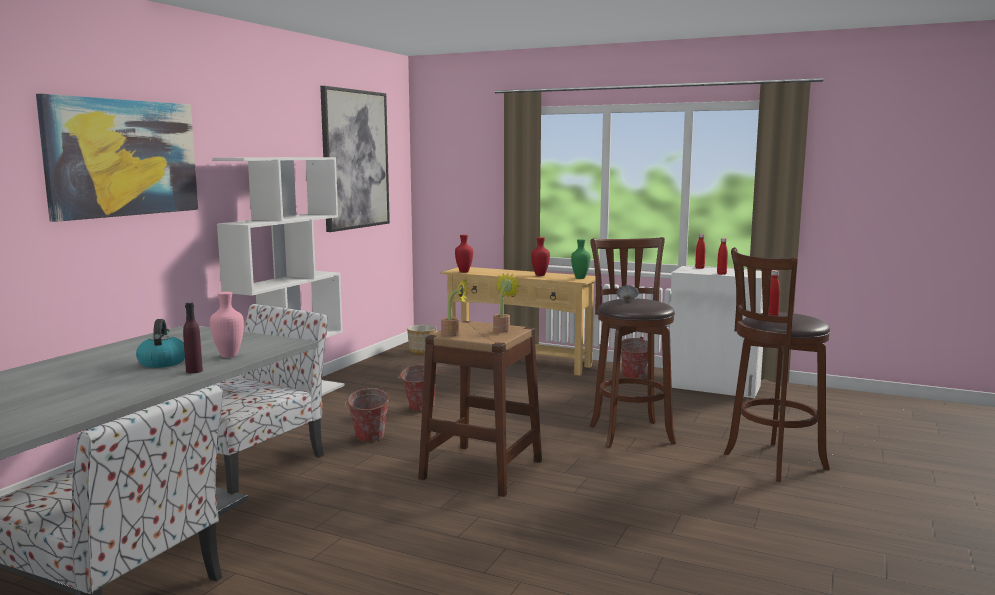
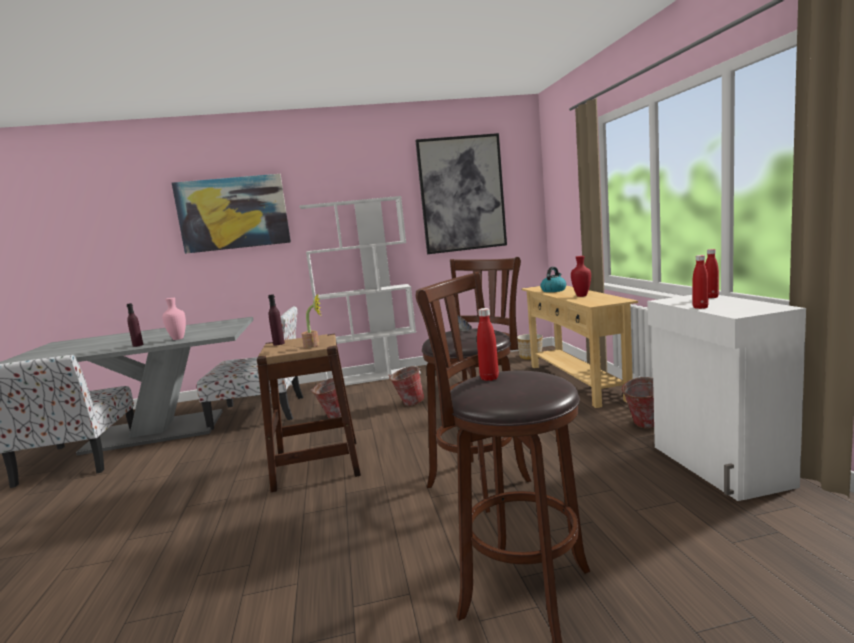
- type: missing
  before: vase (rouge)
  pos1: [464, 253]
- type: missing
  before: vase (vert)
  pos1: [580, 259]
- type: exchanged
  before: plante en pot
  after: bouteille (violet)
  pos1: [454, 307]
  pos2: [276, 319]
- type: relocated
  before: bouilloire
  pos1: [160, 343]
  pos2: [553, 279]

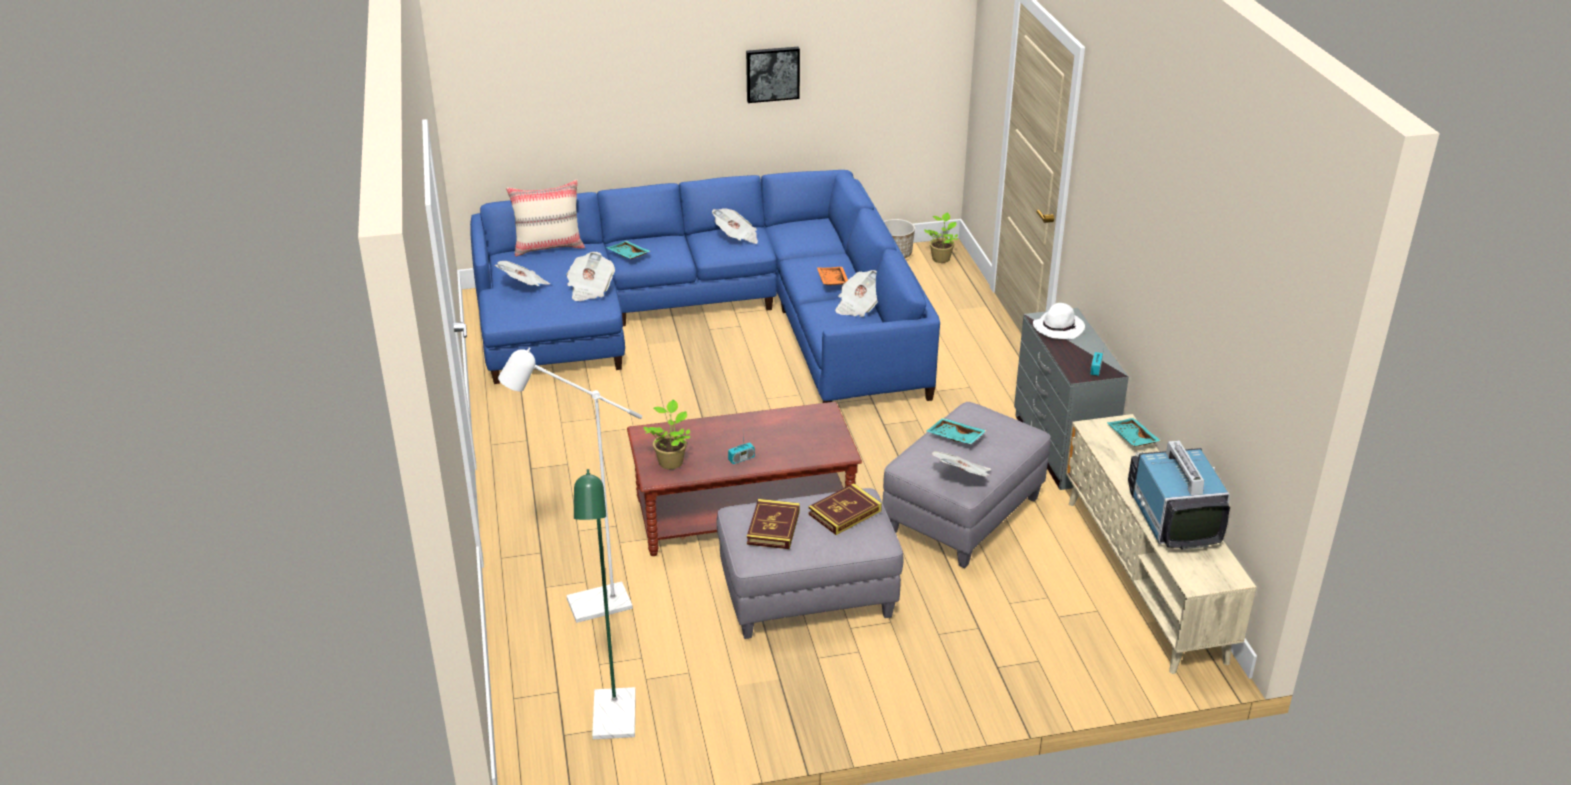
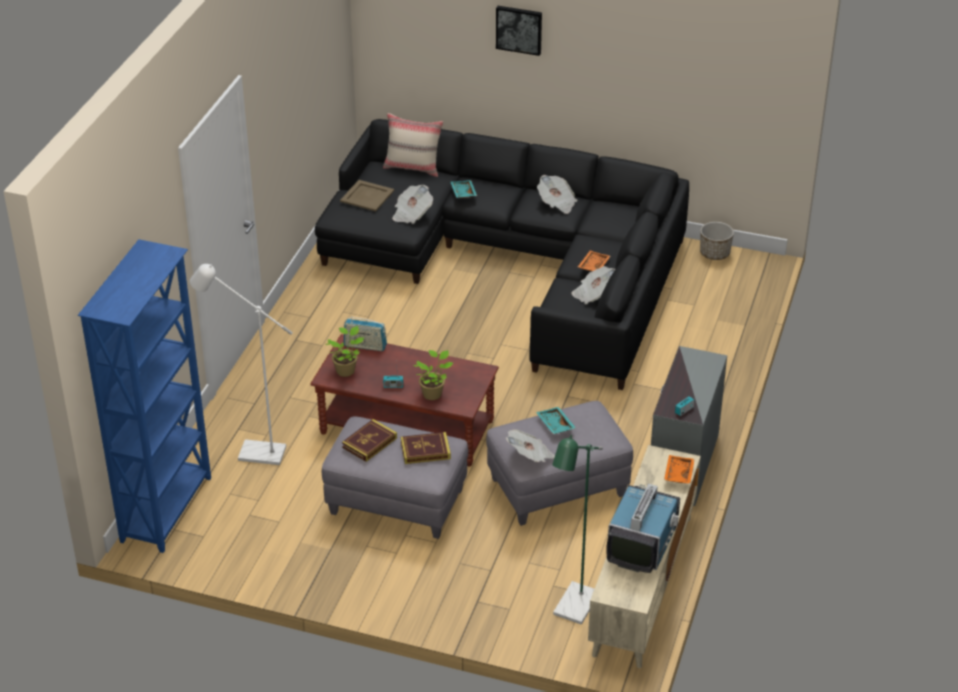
- type: relocated
  before: tableau
  pos1: [773, 75]
  pos2: [519, 31]
- type: colour
  before: canapé (bleu)
  after: canapé (noir)
  pos1: [705, 286]
  pos2: [502, 254]
- type: relocated
  before: plante en pot
  pos1: [941, 237]
  pos2: [433, 375]
- type: exchanged
  before: journal
  after: plateau (beige)
  pos1: [522, 273]
  pos2: [367, 195]
- type: missing
  before: chapeau (blanc)
  pos1: [1059, 321]
- type: colour
  before: plateau (turquoise)
  after: plateau (orange)
  pos1: [1133, 432]
  pos2: [679, 469]
- type: relocated
  before: lampadaire (vert)
  pos1: [605, 604]
  pos2: [577, 530]
- type: appeared
  after: bibliothèque (bleu)
  pos2: [144, 396]
- type: appeared
  after: radio
  pos2: [365, 333]

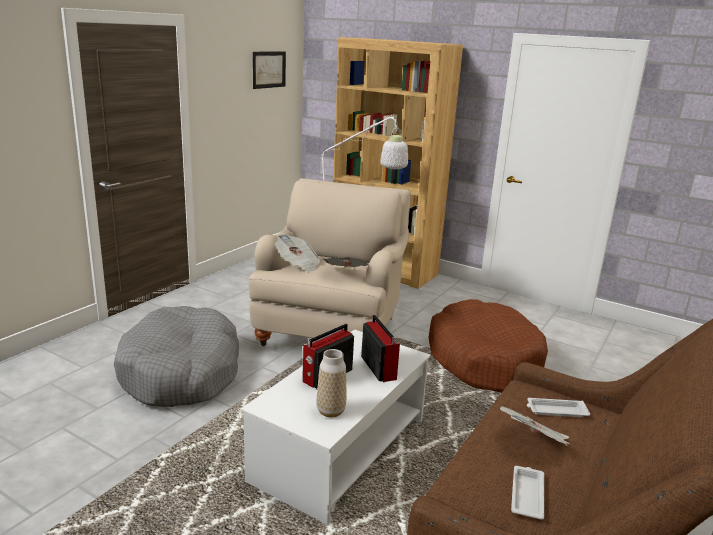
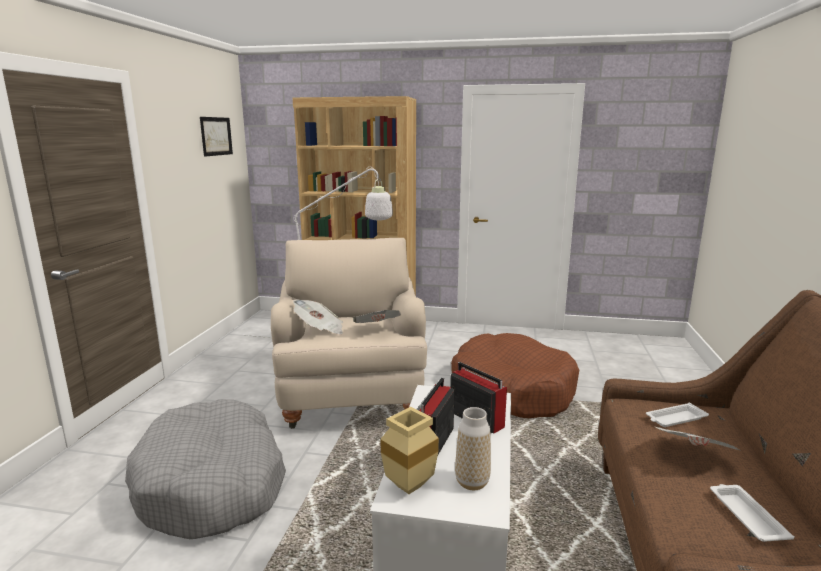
- type: appeared
  after: vase (beige)
  pos2: [409, 450]

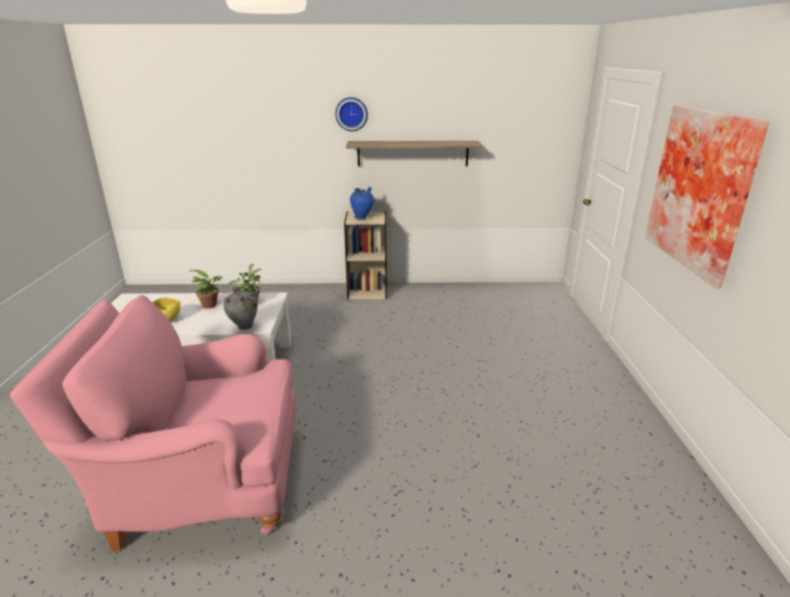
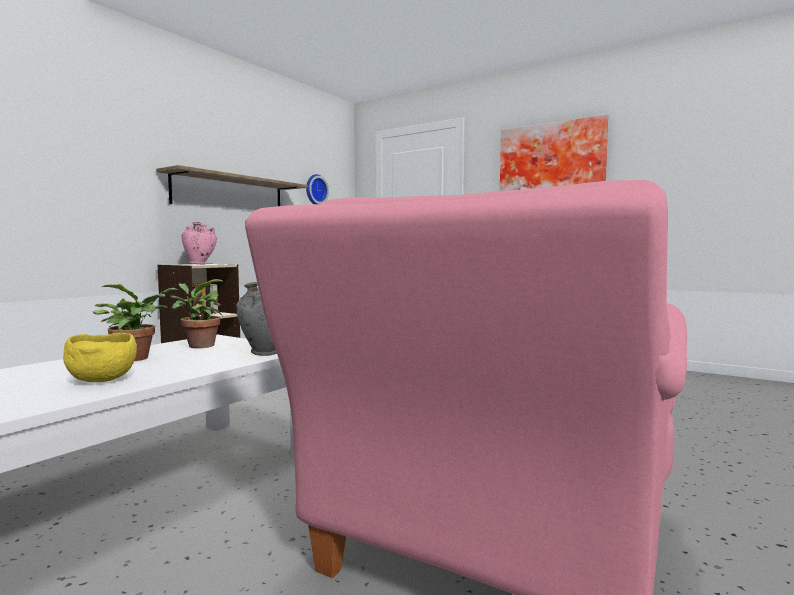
- type: relocated
  before: horloge murale
  pos1: [351, 114]
  pos2: [317, 189]
- type: colour
  before: vase (bleu)
  after: vase (rose)
  pos1: [362, 203]
  pos2: [199, 243]

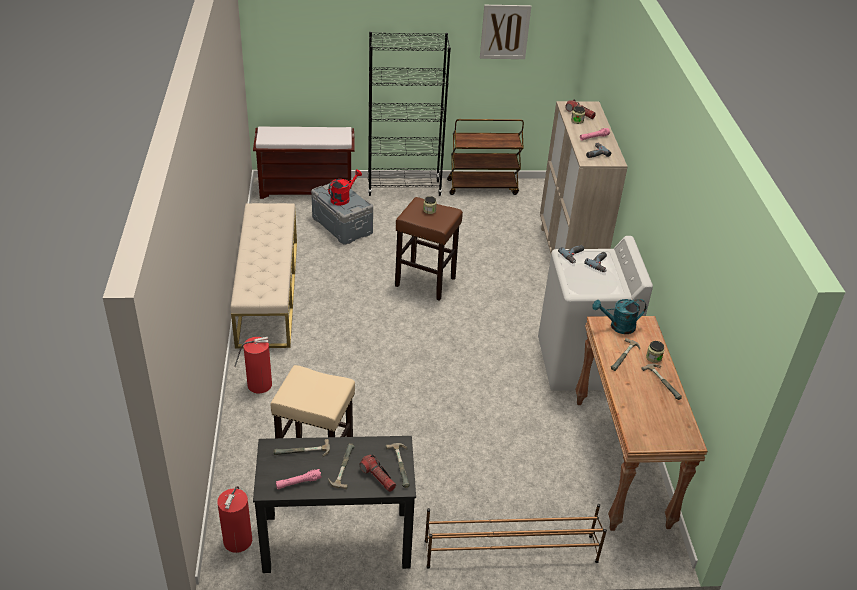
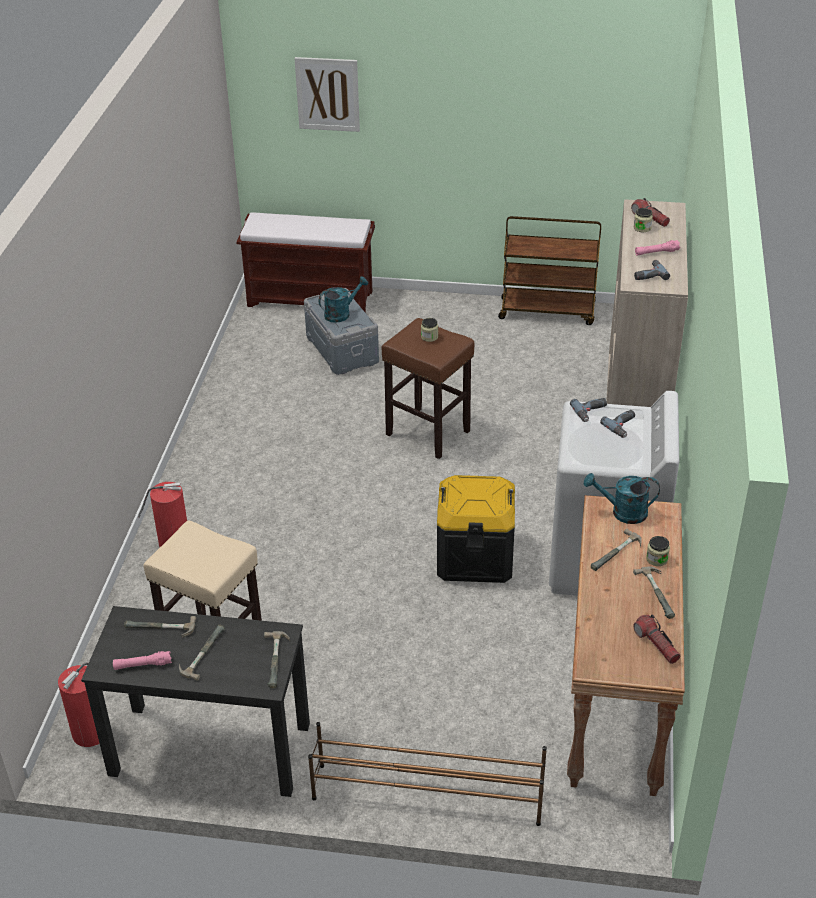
- type: relocated
  before: tableau
  pos1: [505, 32]
  pos2: [327, 94]
- type: missing
  before: bibliothèque (noir)
  pos1: [409, 114]
- type: colour
  before: arrosoir (rouge)
  after: arrosoir (turquoise)
  pos1: [345, 187]
  pos2: [343, 299]
- type: missing
  before: banc (beige)
  pos1: [264, 276]
- type: relocated
  before: lampe de poche
  pos1: [377, 473]
  pos2: [657, 639]
- type: appeared
  after: boîte de rangement (noir)
  pos2: [476, 529]

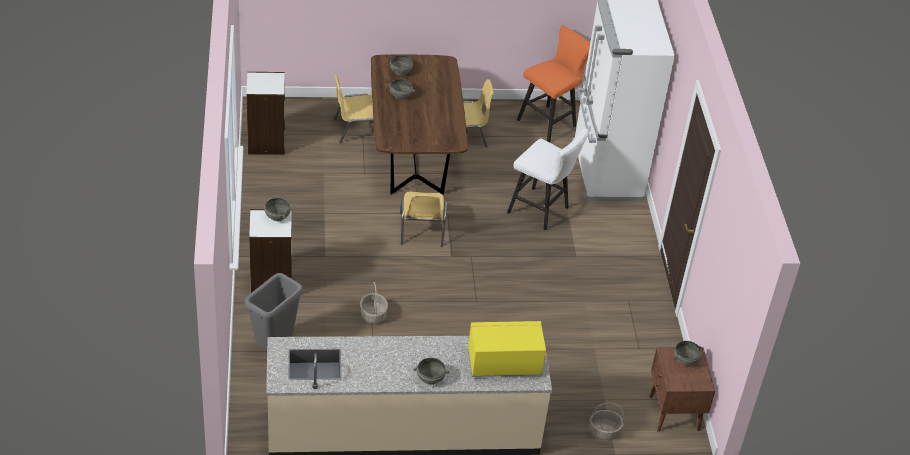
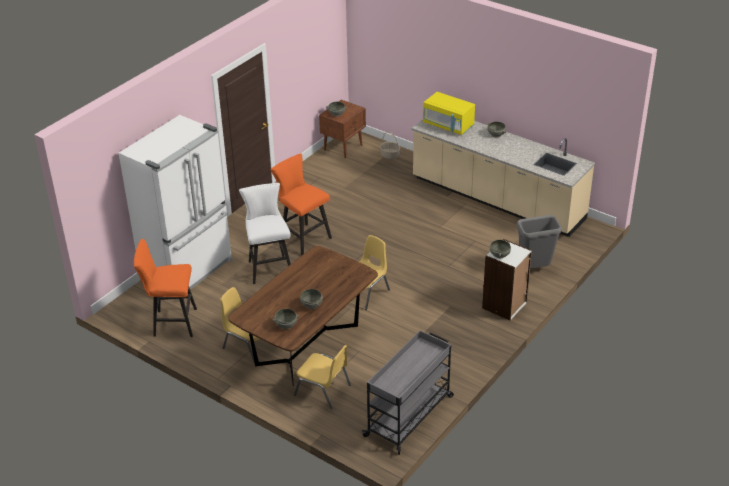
- type: exchanged
  before: bibliothèque (blanc)
  after: chariot (gris)
  pos1: [265, 113]
  pos2: [407, 392]
- type: missing
  before: panier
  pos1: [374, 303]
- type: appeared
  after: tabouret (orange)
  pos2: [301, 204]

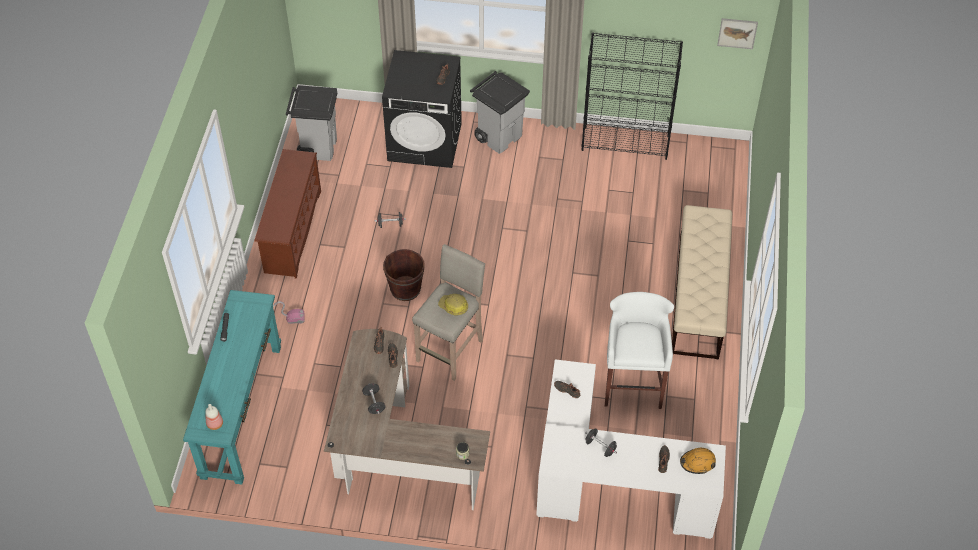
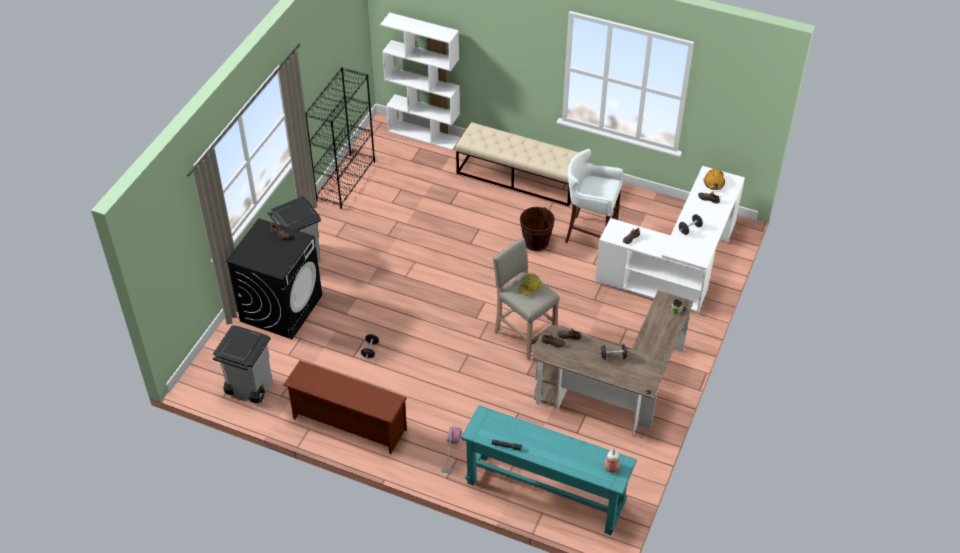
- type: missing
  before: tableau
  pos1: [737, 33]
- type: relocated
  before: seau (marron)
  pos1: [404, 275]
  pos2: [537, 229]
- type: appeared
  after: bibliothèque (blanc)
  pos2: [420, 81]

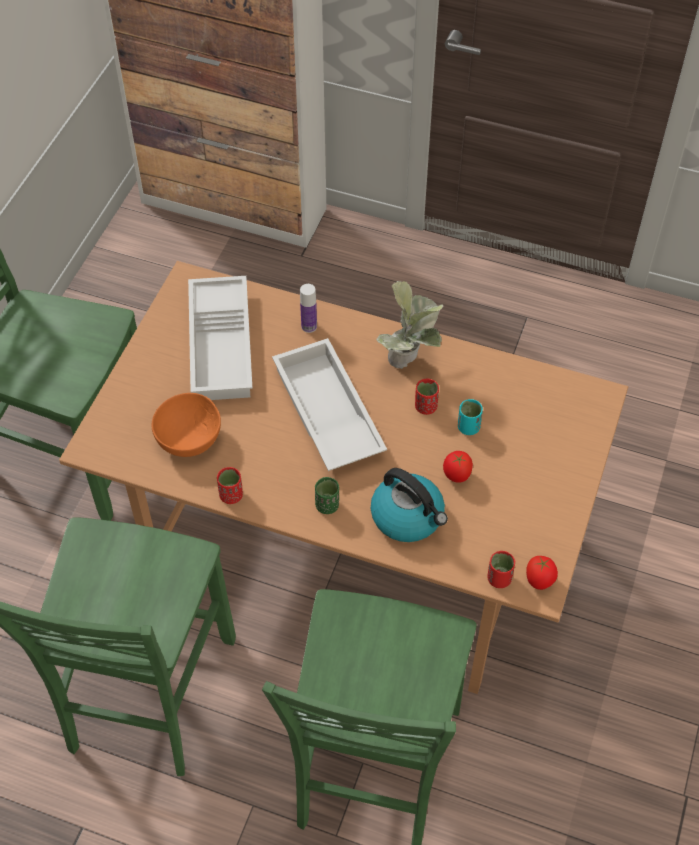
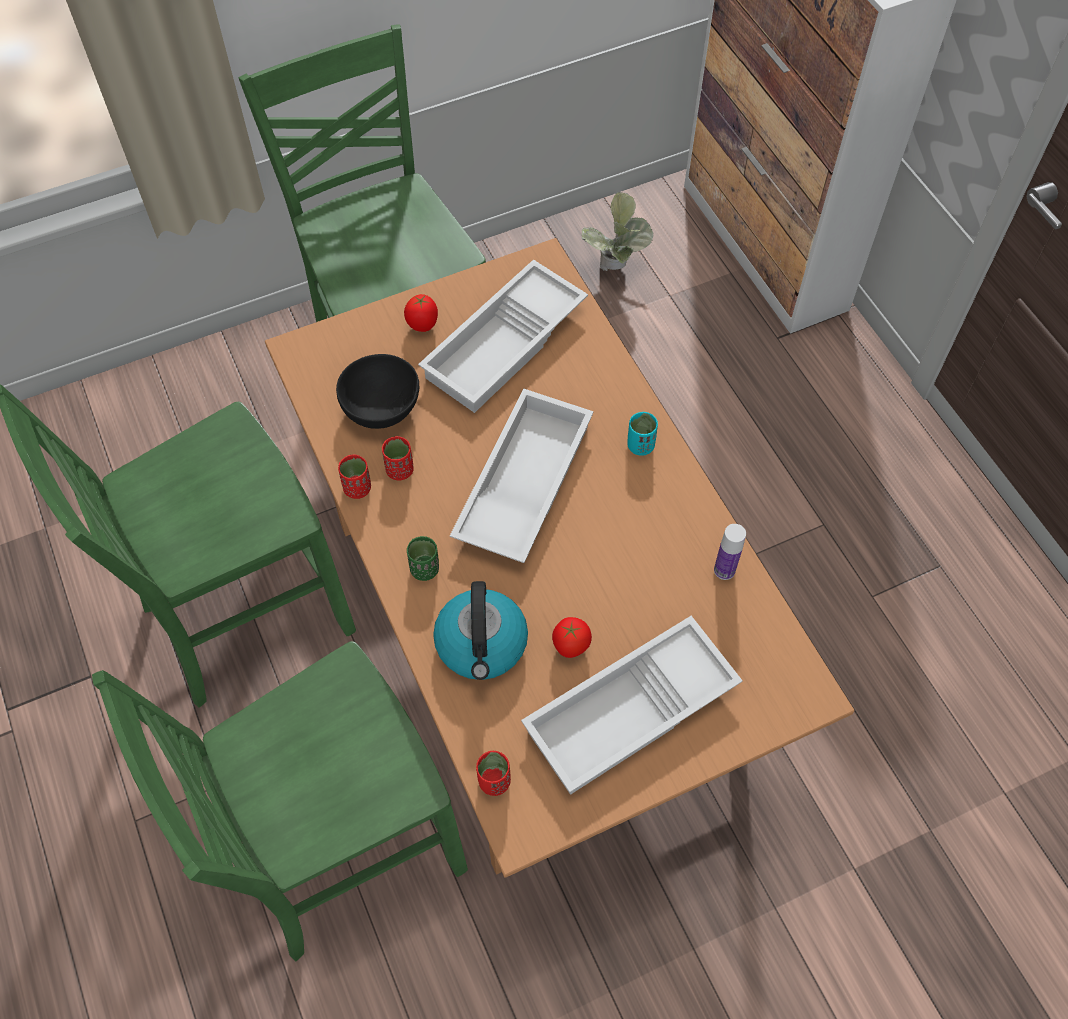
- type: relocated
  before: plante en pot
  pos1: [409, 325]
  pos2: [617, 231]
- type: relocated
  before: bouteille
  pos1: [308, 308]
  pos2: [730, 552]
- type: relocated
  before: tasse (rouge)
  pos1: [427, 397]
  pos2: [398, 458]
- type: colour
  before: bol (orange)
  after: bol (noir)
  pos1: [186, 425]
  pos2: [377, 391]
- type: relocated
  before: tasse (turquoise)
  pos1: [470, 417]
  pos2: [642, 434]
- type: relocated
  before: tomate
  pos1: [542, 573]
  pos2: [421, 313]
- type: appeared
  after: plateau (blanc)
  pos2: [632, 705]

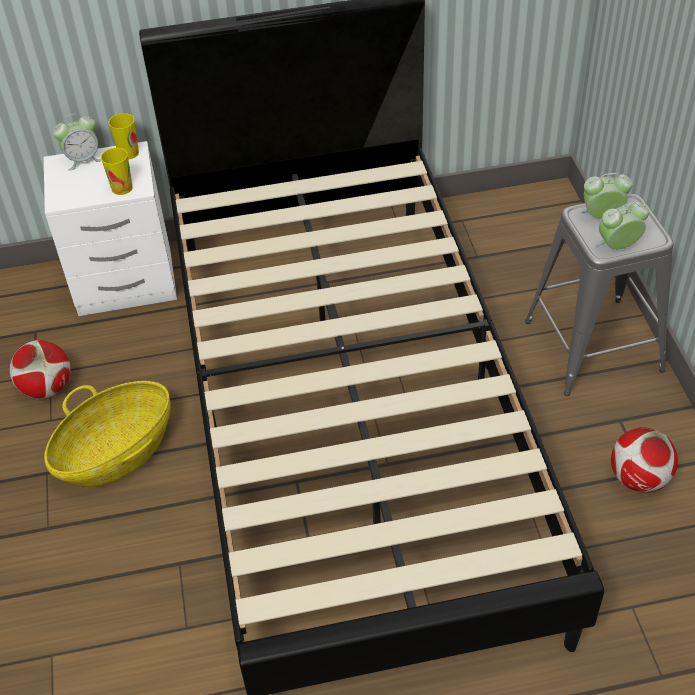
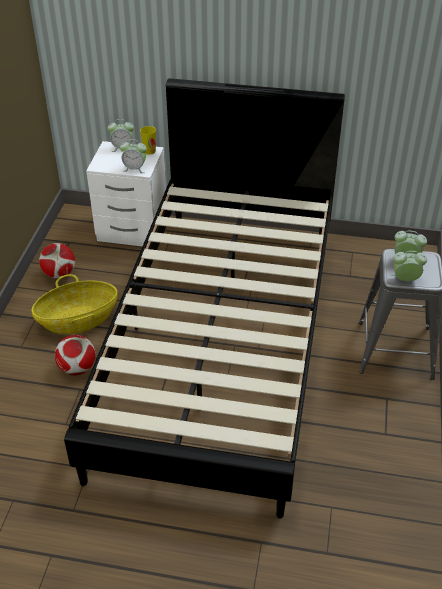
- type: exchanged
  before: tasse
  after: réveil
  pos1: [117, 171]
  pos2: [133, 156]
- type: relocated
  before: ballon de foot
  pos1: [644, 460]
  pos2: [75, 355]

